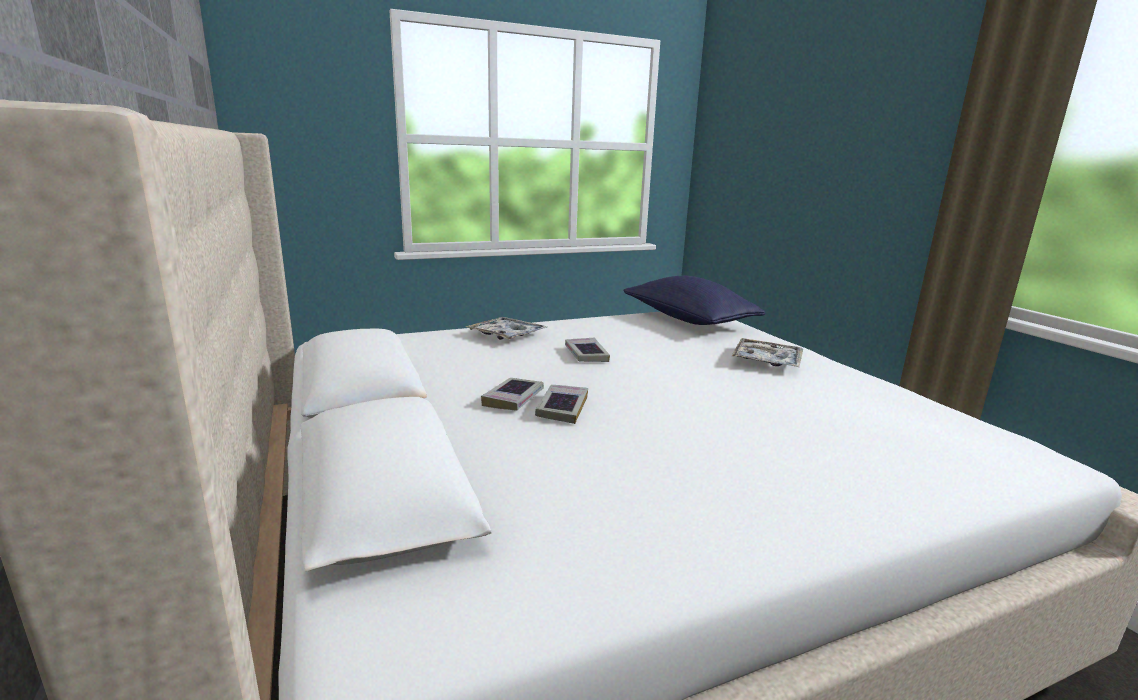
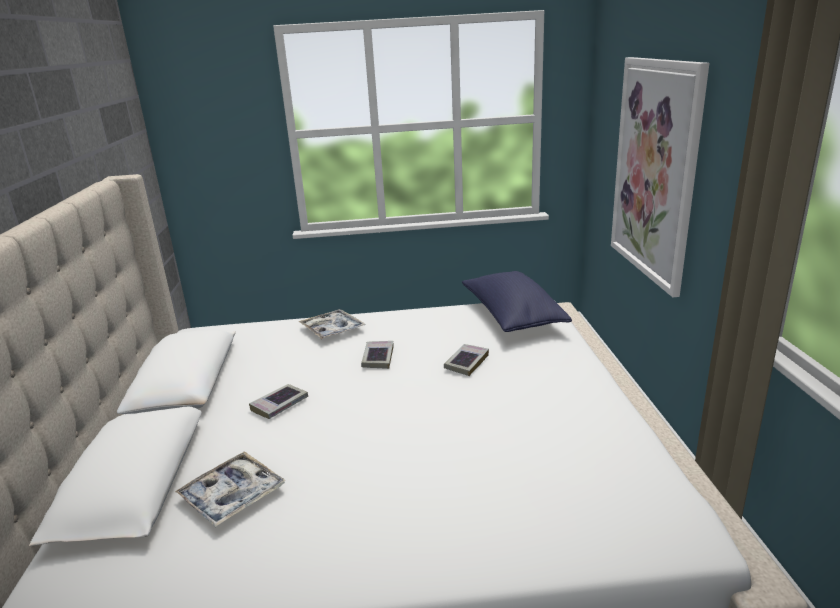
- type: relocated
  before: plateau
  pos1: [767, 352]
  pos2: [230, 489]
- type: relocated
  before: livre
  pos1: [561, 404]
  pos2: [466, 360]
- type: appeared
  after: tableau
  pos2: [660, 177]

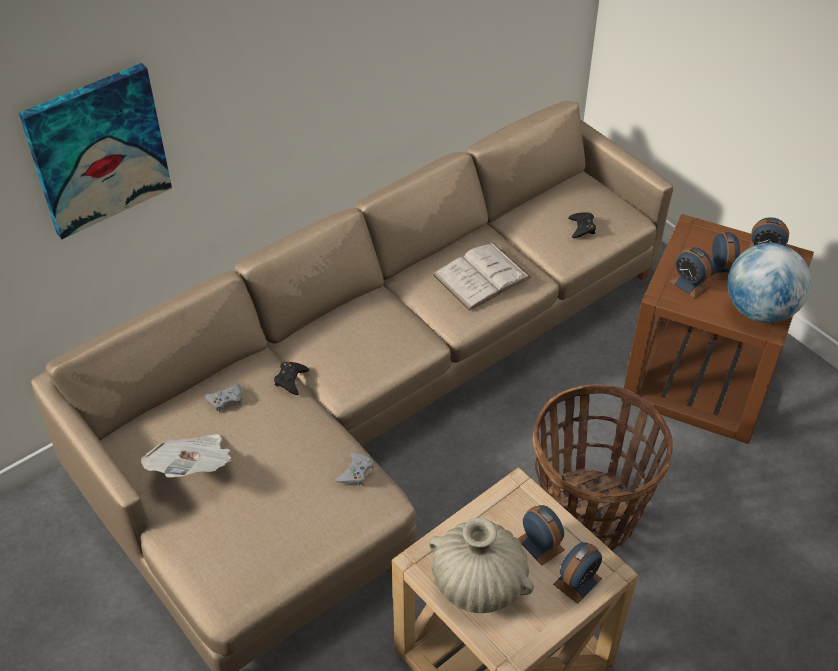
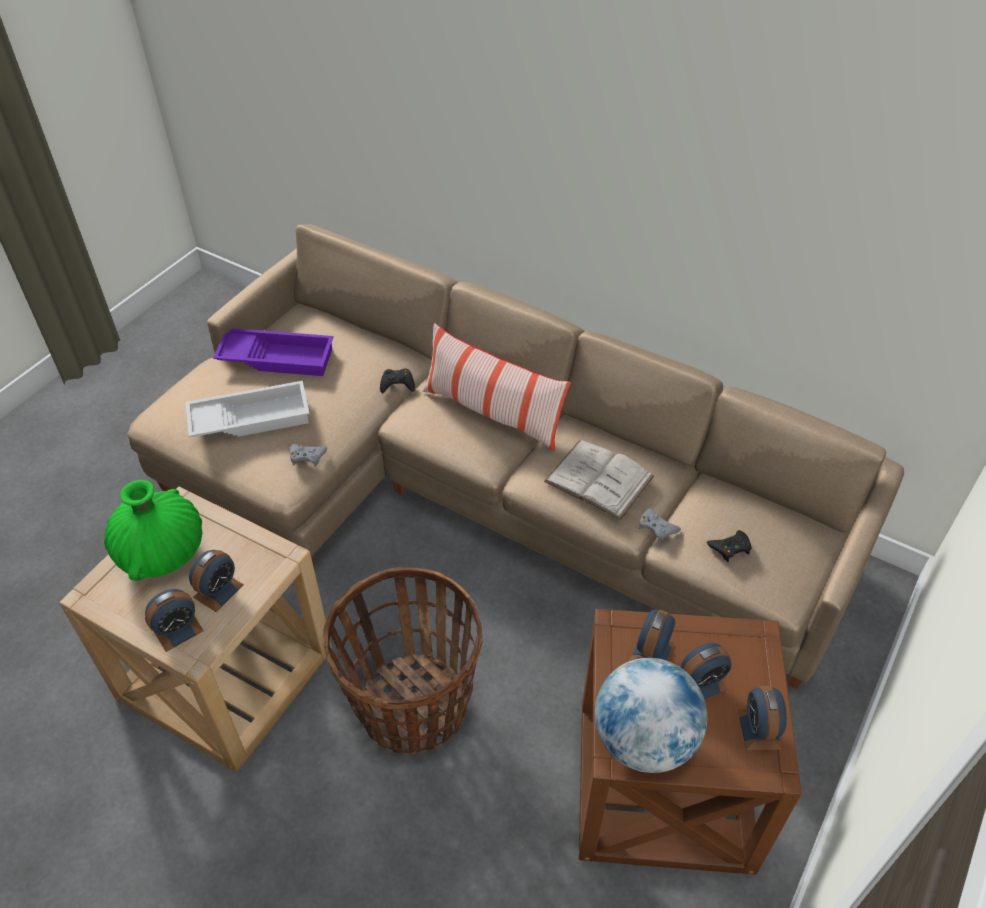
- type: missing
  before: tableau
  pos1: [95, 151]
- type: relocated
  before: manette (gris)
  pos1: [223, 398]
  pos2: [660, 525]
- type: exchanged
  before: journal
  after: plateau (violet)
  pos1: [187, 455]
  pos2: [273, 352]
- type: colour
  before: vase (beige)
  after: vase (vert)
  pos1: [481, 565]
  pos2: [153, 530]
- type: spun
  before: réveil
  pos1: [577, 573]
  pos2: [174, 620]
  turn: -60
- type: appeared
  after: coussin
  pos2: [497, 387]
- type: appeared
  after: plateau (blanc)
  pos2: [248, 409]

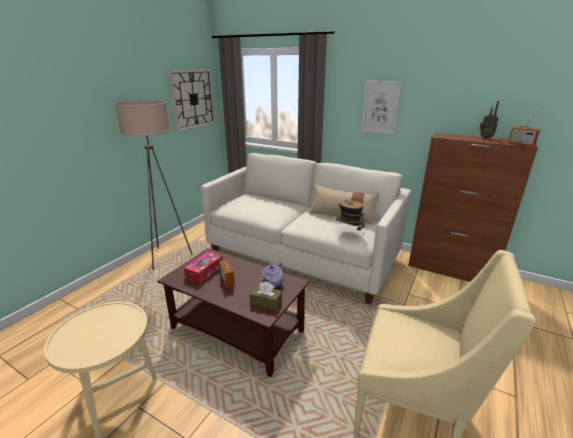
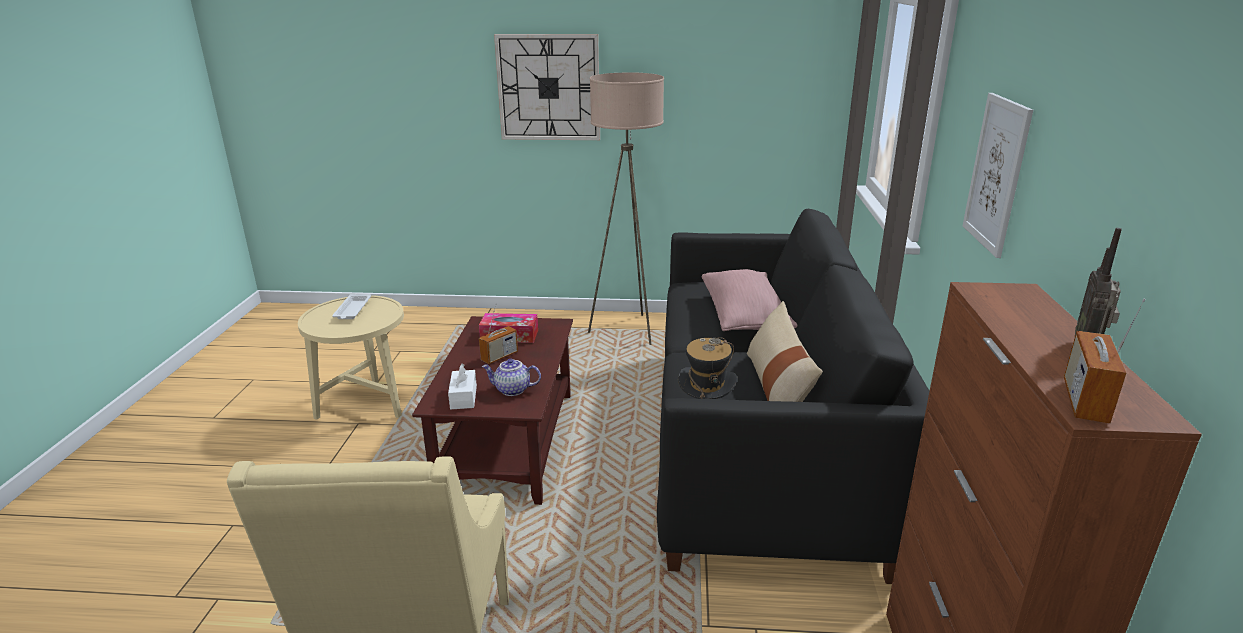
- type: relocated
  before: horloge murale
  pos1: [191, 100]
  pos2: [547, 87]
- type: colour
  before: canapé (blanc)
  after: canapé (noir)
  pos1: [306, 229]
  pos2: [793, 396]
- type: colour
  before: boîte à mouchoirs (marron)
  after: boîte à mouchoirs (blanc)
  pos1: [266, 296]
  pos2: [462, 386]
- type: appeared
  after: coussin (rose)
  pos2: [750, 300]
- type: appeared
  after: plateau (blanc)
  pos2: [351, 306]

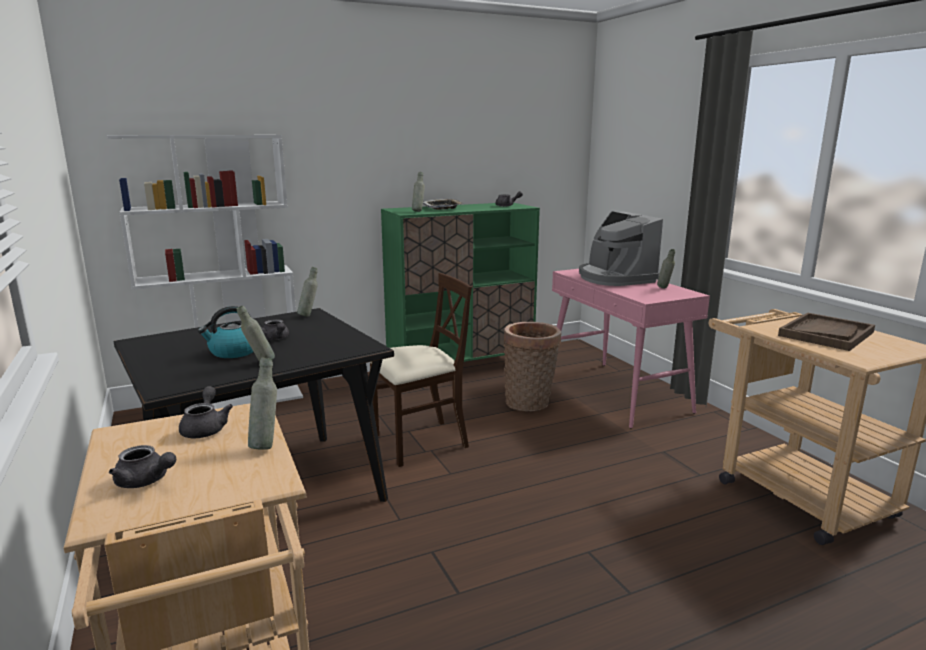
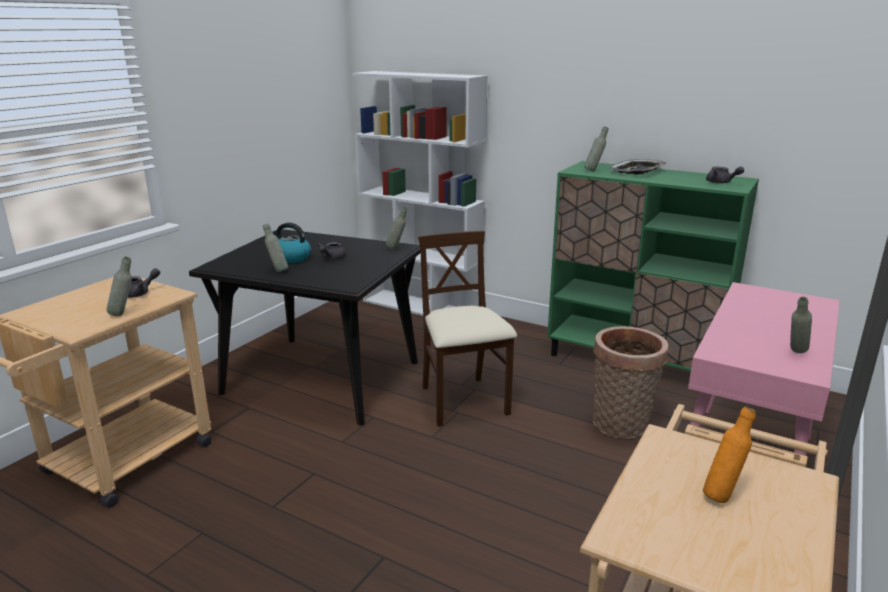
- type: missing
  before: machine à café
  pos1: [621, 248]
- type: spun
  before: chaise (beige)
  pos1: [421, 370]
  pos2: [467, 328]
  turn: -135
- type: exchanged
  before: plateau (marron)
  after: bouteille (orange)
  pos1: [826, 332]
  pos2: [729, 454]
- type: missing
  before: théière (gris)
  pos1: [142, 466]

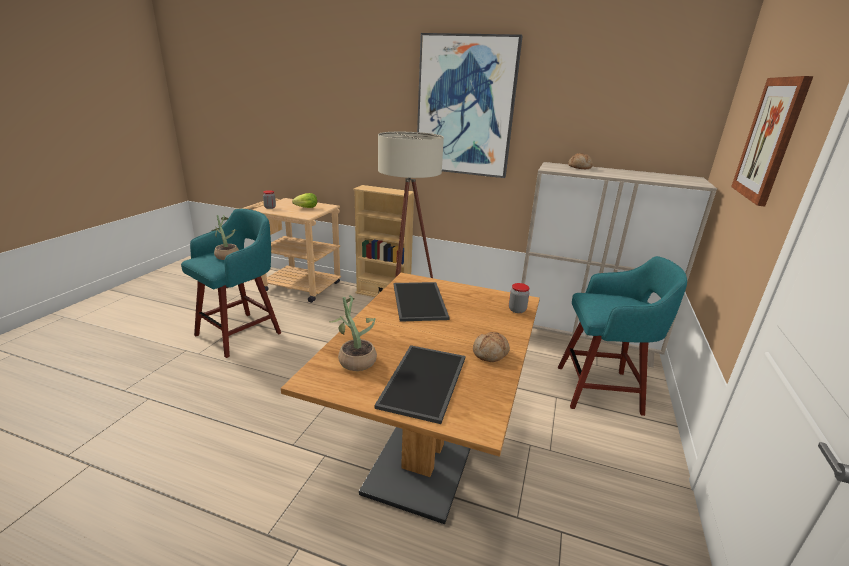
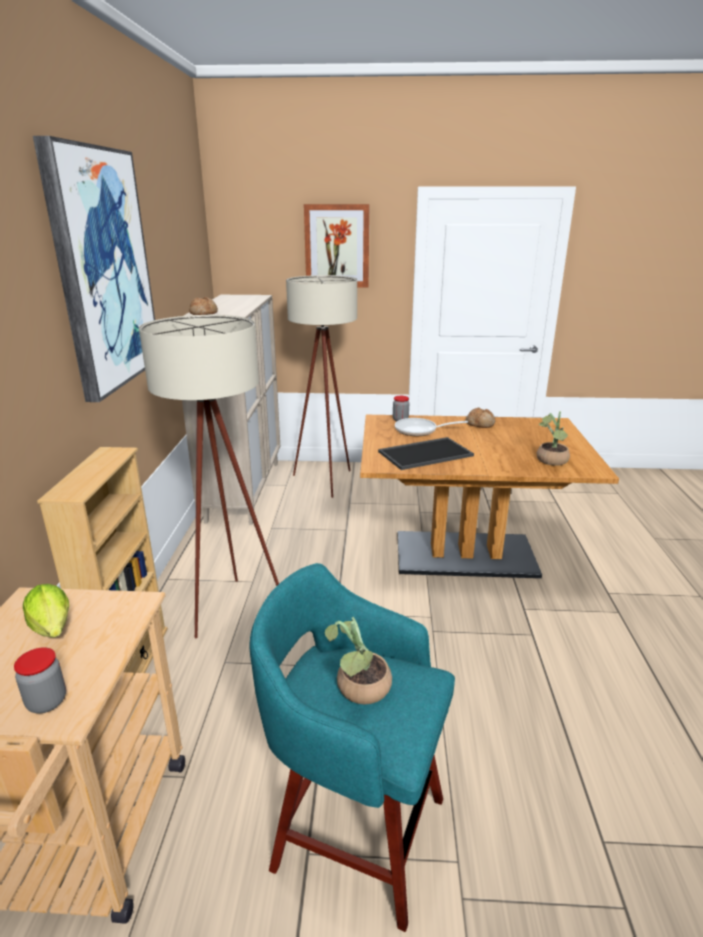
- type: exchanged
  before: tabouret (turquoise)
  after: lampadaire (beige)
  pos1: [622, 336]
  pos2: [321, 386]
- type: missing
  before: plateau
  pos1: [419, 384]
- type: appeared
  after: poêle
  pos2: [431, 427]

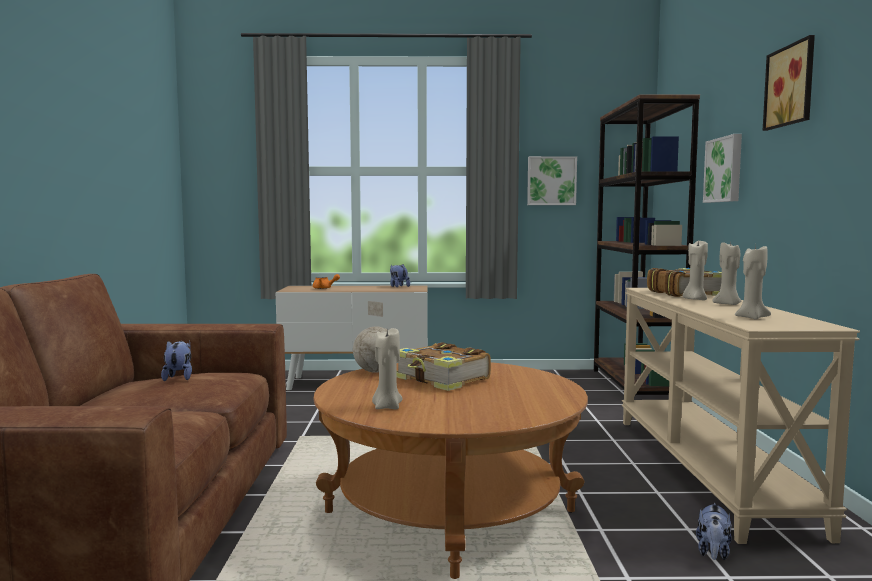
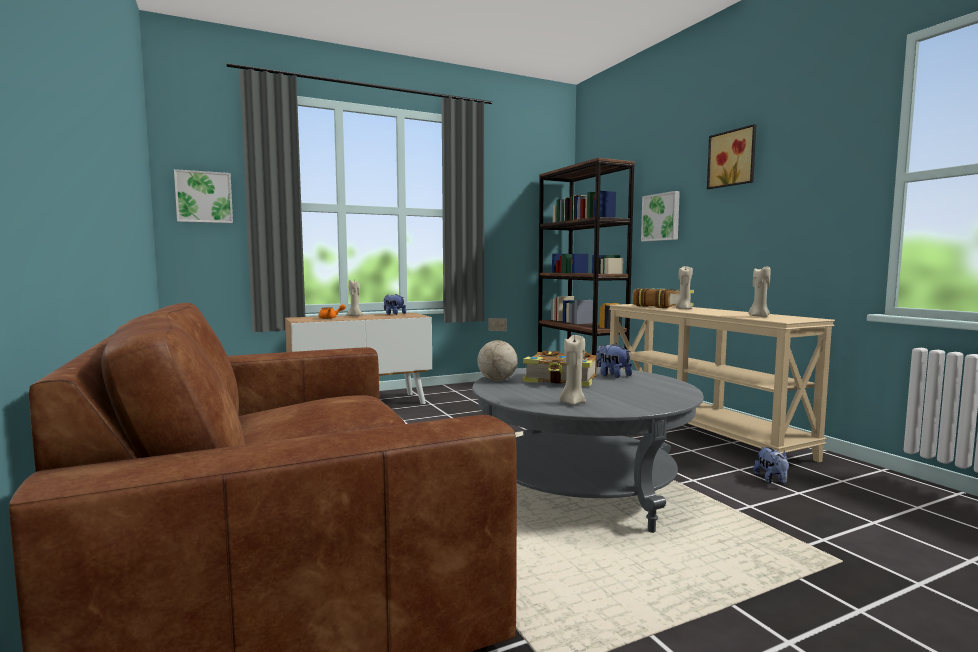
- type: relocated
  before: tableau
  pos1: [552, 180]
  pos2: [203, 196]
- type: relocated
  before: bougie (beige)
  pos1: [727, 273]
  pos2: [354, 298]
- type: relocated
  before: peluche
  pos1: [176, 361]
  pos2: [614, 360]
- type: colour
  before: table basse (marron)
  after: table basse (gris)
  pos1: [450, 470]
  pos2: [588, 450]

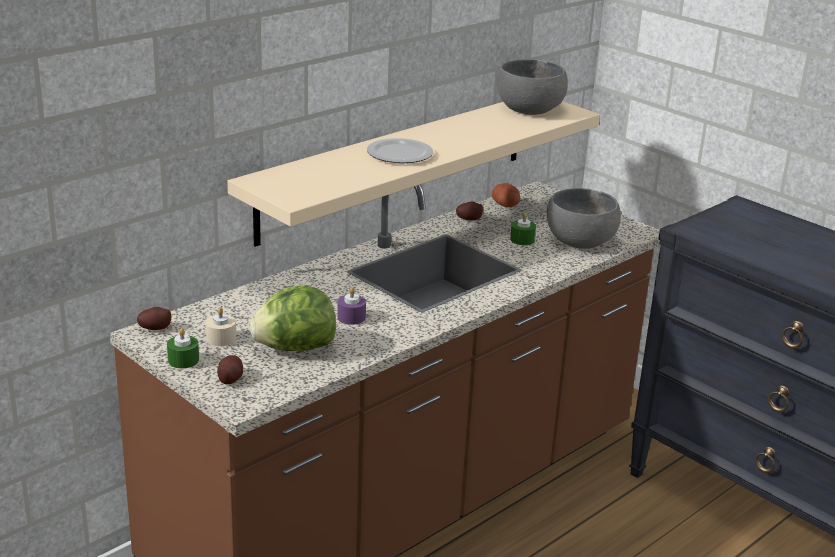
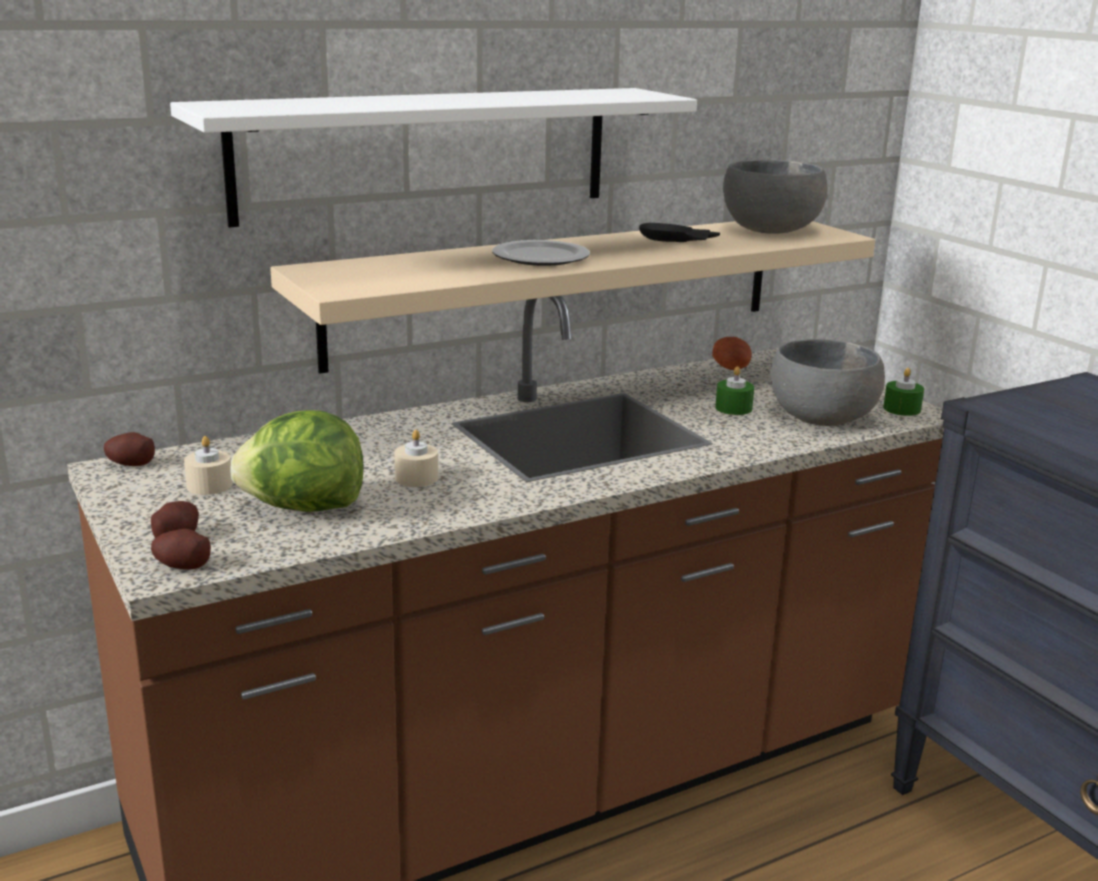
- type: relocated
  before: pomme de terre
  pos1: [469, 210]
  pos2: [181, 549]
- type: colour
  before: bougie (violet)
  after: bougie (beige)
  pos1: [351, 306]
  pos2: [416, 458]
- type: relocated
  before: bougie (vert)
  pos1: [183, 348]
  pos2: [903, 392]
- type: appeared
  after: étagère (blanc)
  pos2: [433, 157]
- type: appeared
  after: bol (noir)
  pos2: [679, 232]

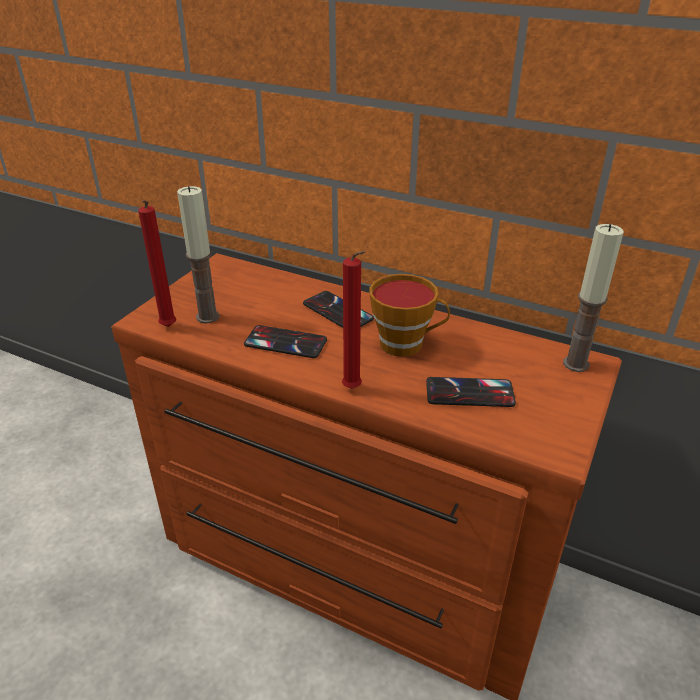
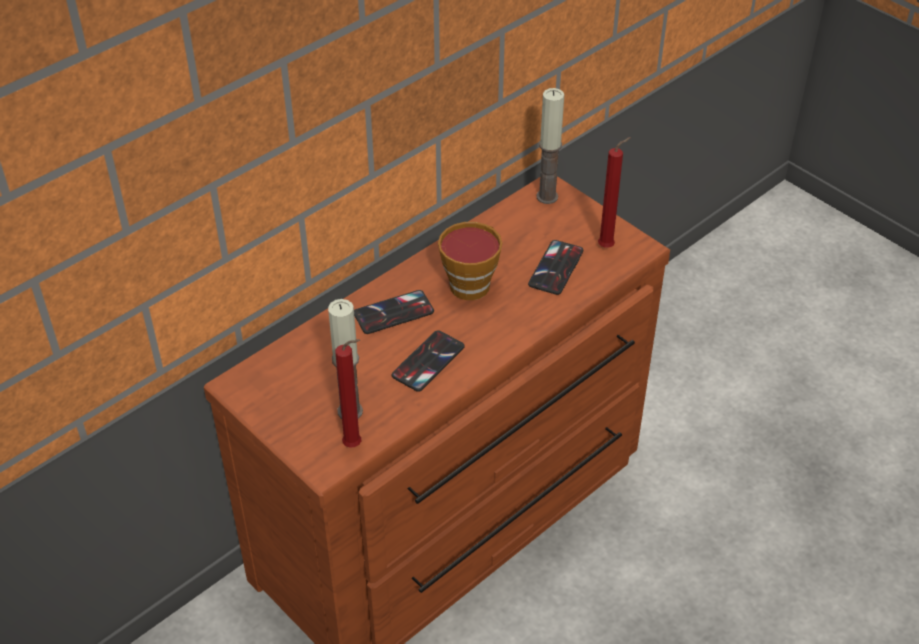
- type: relocated
  before: bougie (rouge)
  pos1: [353, 320]
  pos2: [614, 192]

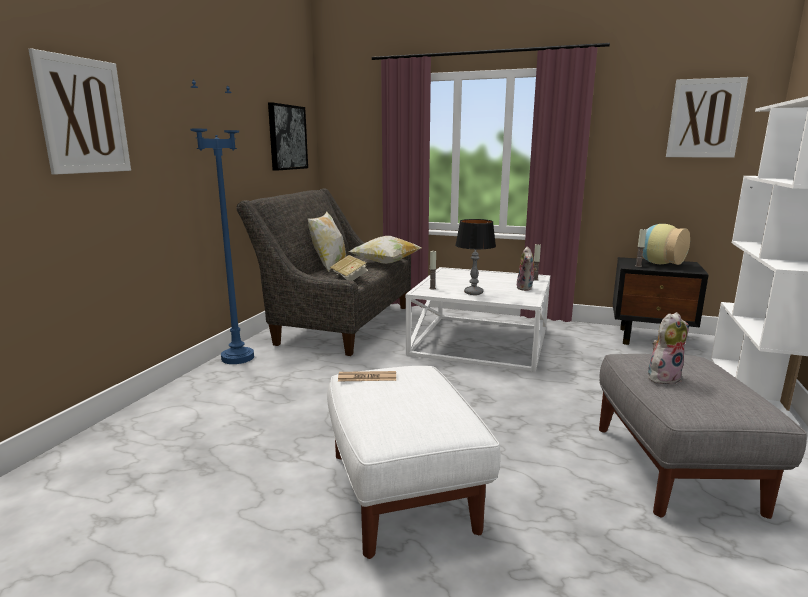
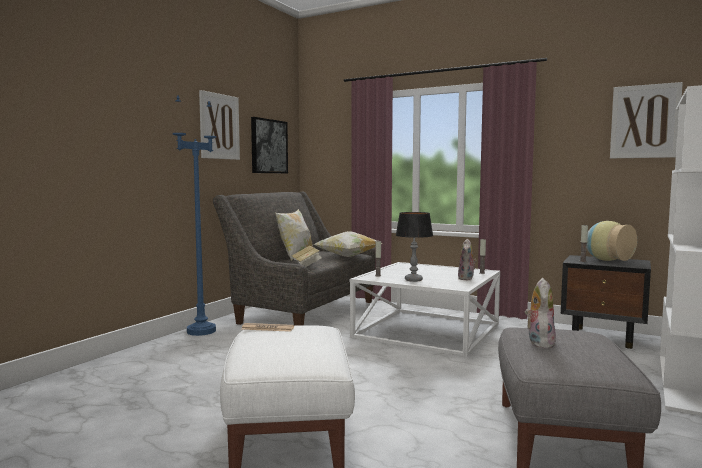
- type: relocated
  before: tableau
  pos1: [79, 111]
  pos2: [219, 125]
- type: spun
  before: peluche
  pos1: [668, 348]
  pos2: [540, 313]
  turn: -60

